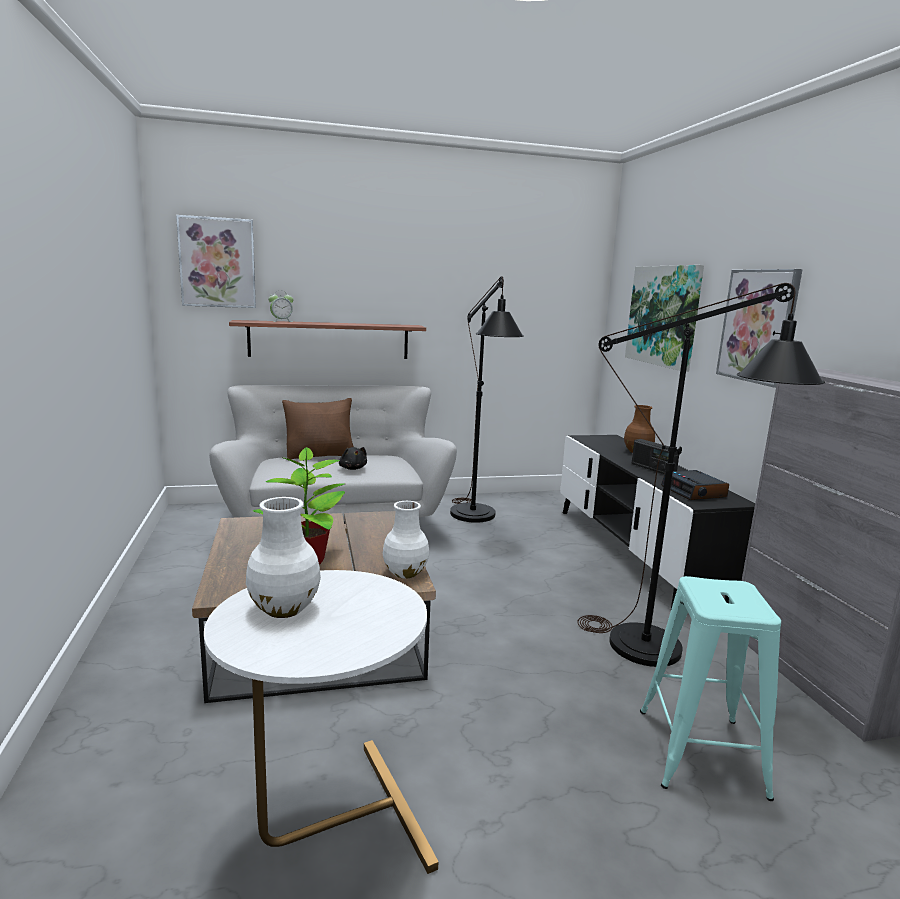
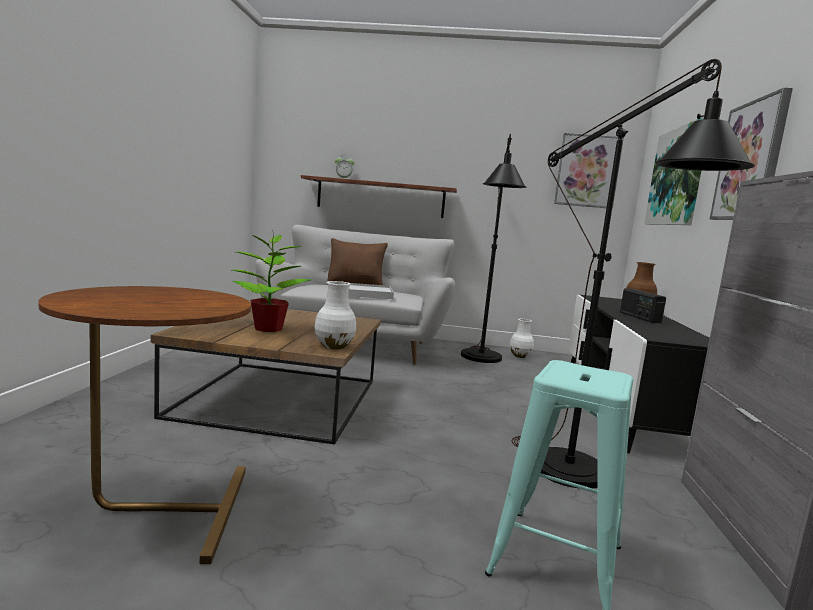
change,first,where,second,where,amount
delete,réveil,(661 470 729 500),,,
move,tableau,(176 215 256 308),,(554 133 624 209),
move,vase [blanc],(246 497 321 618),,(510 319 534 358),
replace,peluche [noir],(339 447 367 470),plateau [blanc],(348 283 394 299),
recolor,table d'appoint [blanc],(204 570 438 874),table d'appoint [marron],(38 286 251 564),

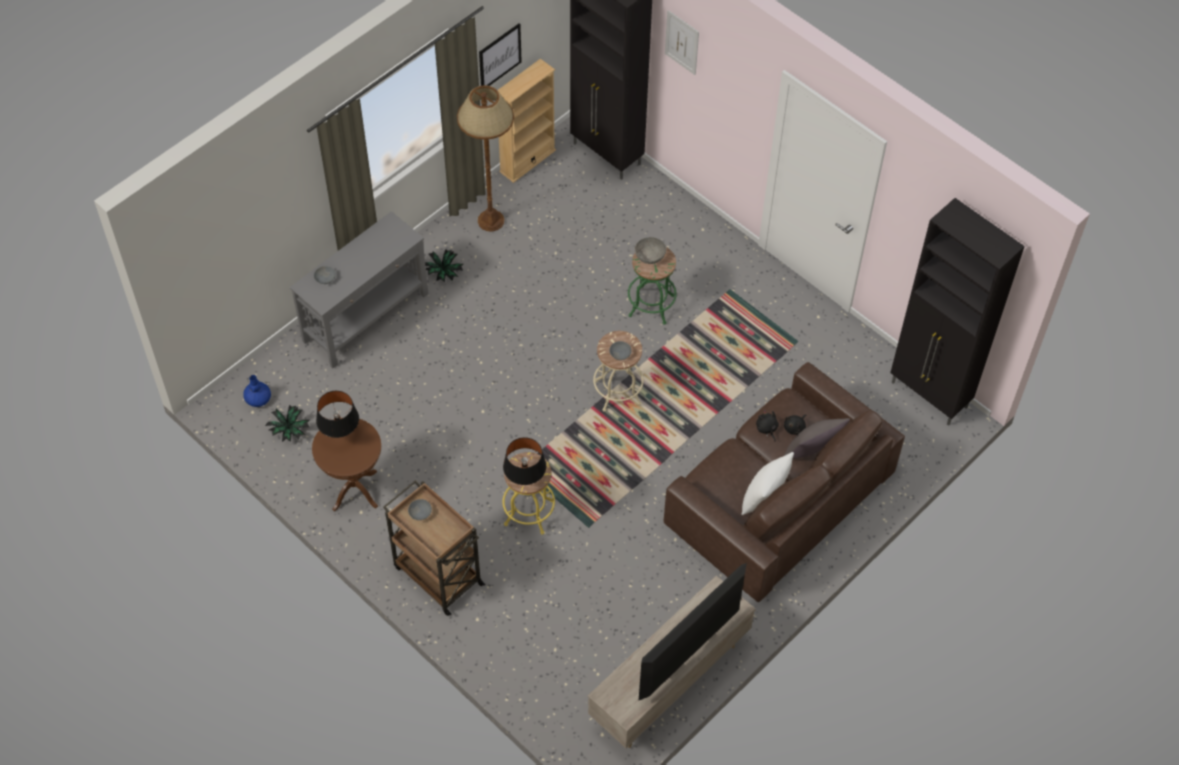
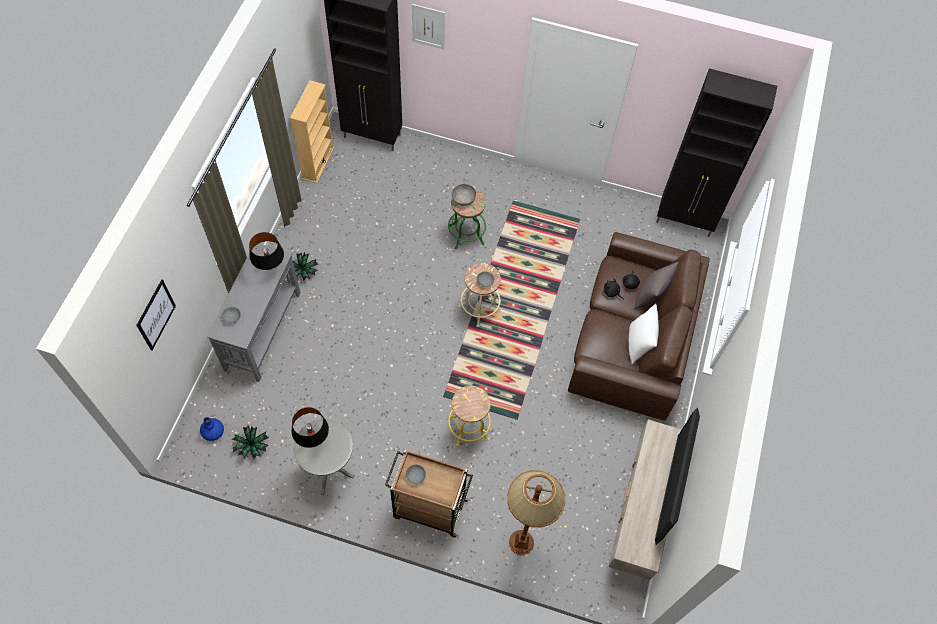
change,first,where,second,where,amount
move,lampadaire [marron],(457 85 514 231),,(507 470 565 555),
move,tableau,(479 23 522 86),,(136 279 176 350),
move,lampe de table [noir],(503 437 546 485),,(249 232 284 270),
recolor,table d'appoint [marron],(312 418 381 511),table d'appoint [gris],(293 419 355 495),

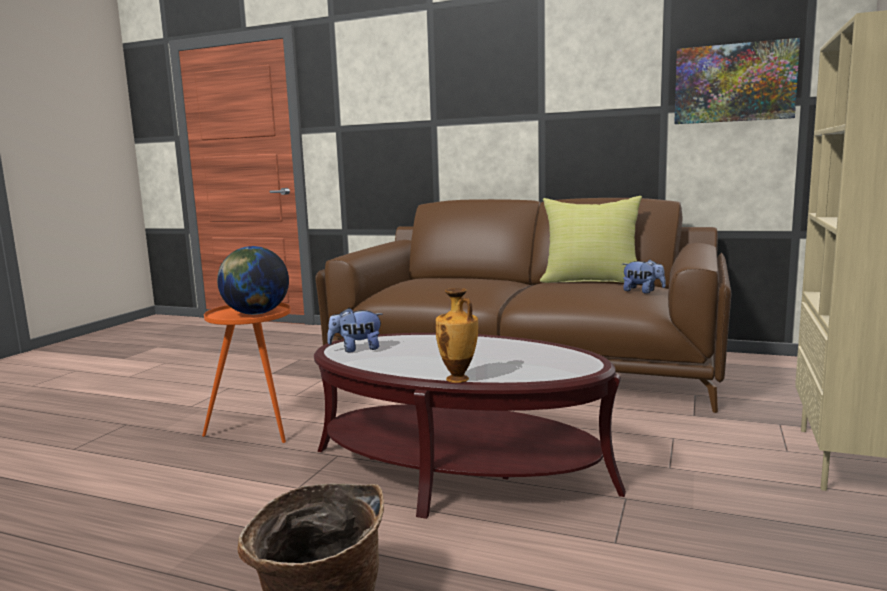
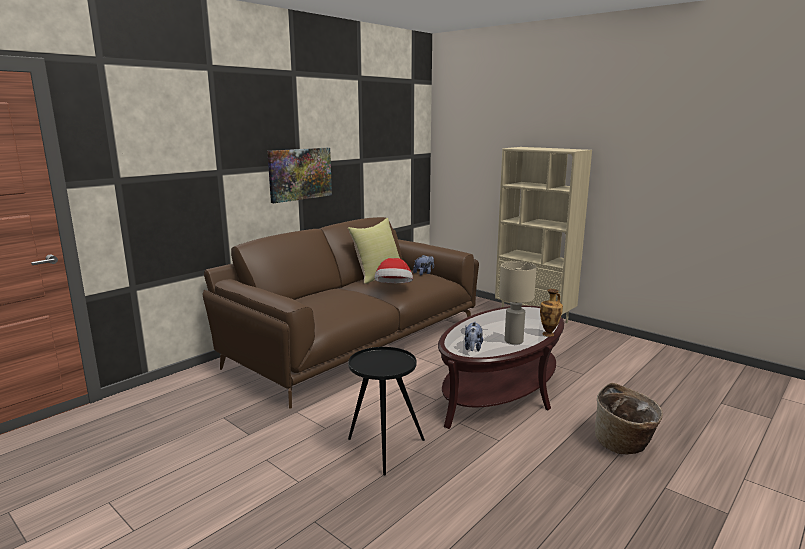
change,first,where,second,where,amount
delete,globe,(217 246 289 315),,,
insert,,,chapeau,(374 258 413 283),
insert,,,lampe de table [beige],(499 261 537 345),
move,tableau,(674 38 800 124),,(267 148 332 203),
recolor,table d'appoint [orange],(202 303 291 443),table d'appoint [noir],(348 347 425 475),

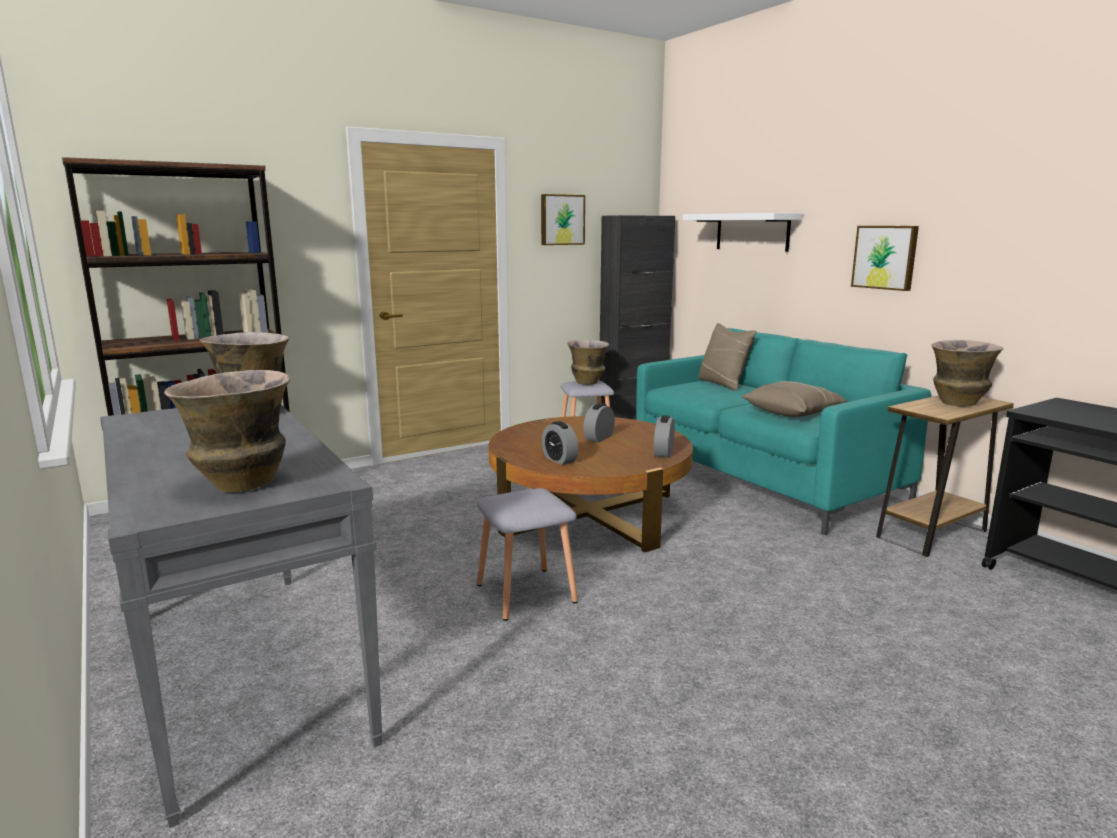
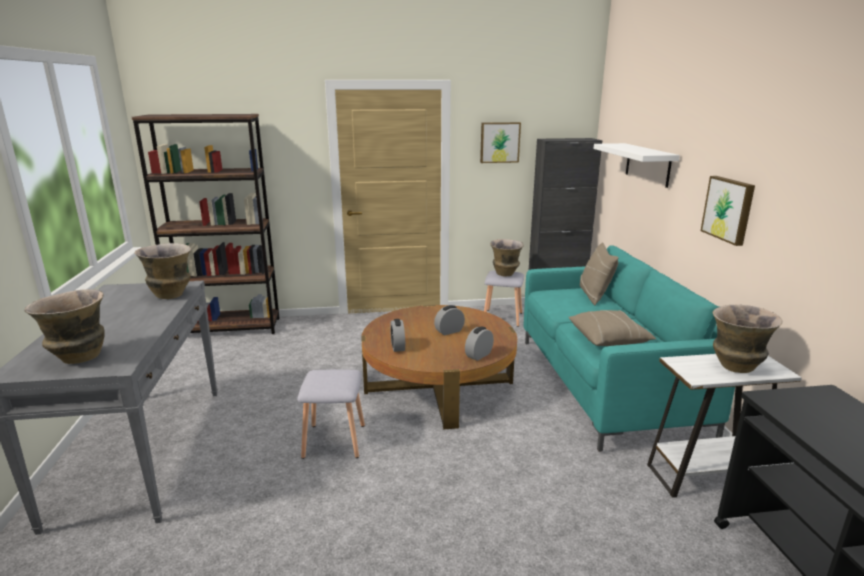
change,first,where,second,where,amount
recolor,table d'appoint [marron],(876 395 1014 557),table d'appoint [blanc],(647 354 802 498),

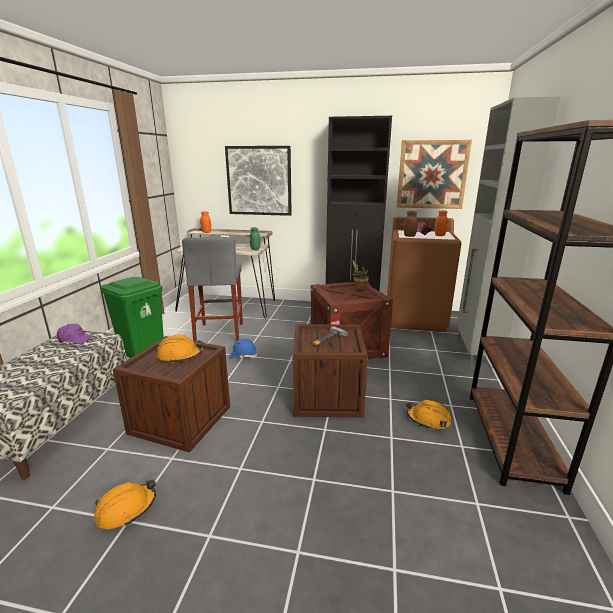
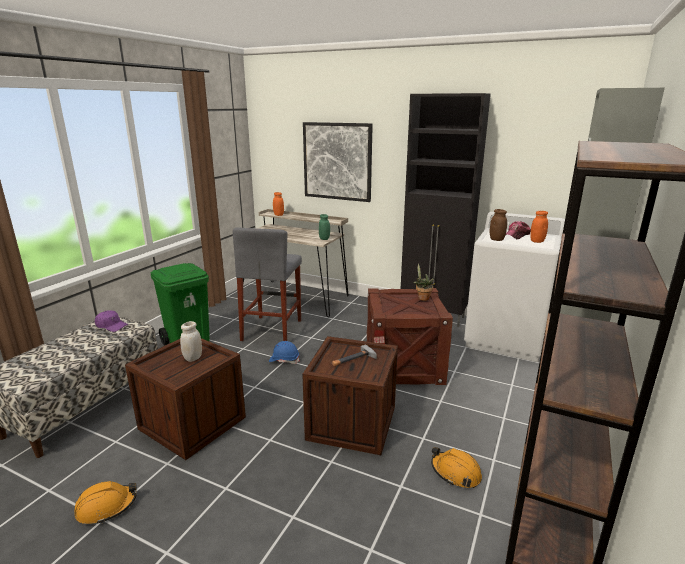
change,first,where,second,where,amount
delete,tableau,(397 140 472 209),,,
replace,casque de chantier [orange],(156 335 203 363),bocal [blanc],(180 321 202 362),
recolor,lave-linge [marron],(387 217 462 332),lave-linge [blanc],(464 212 565 362),

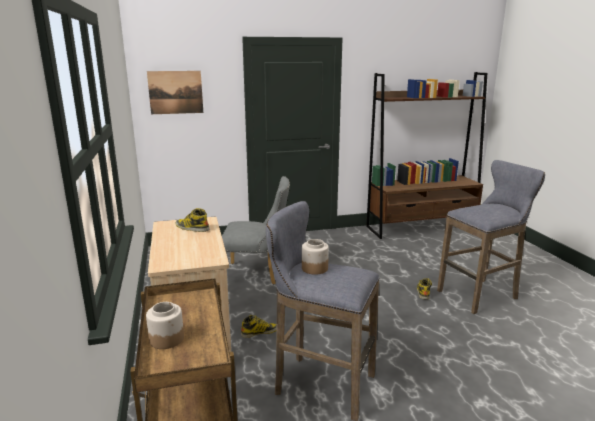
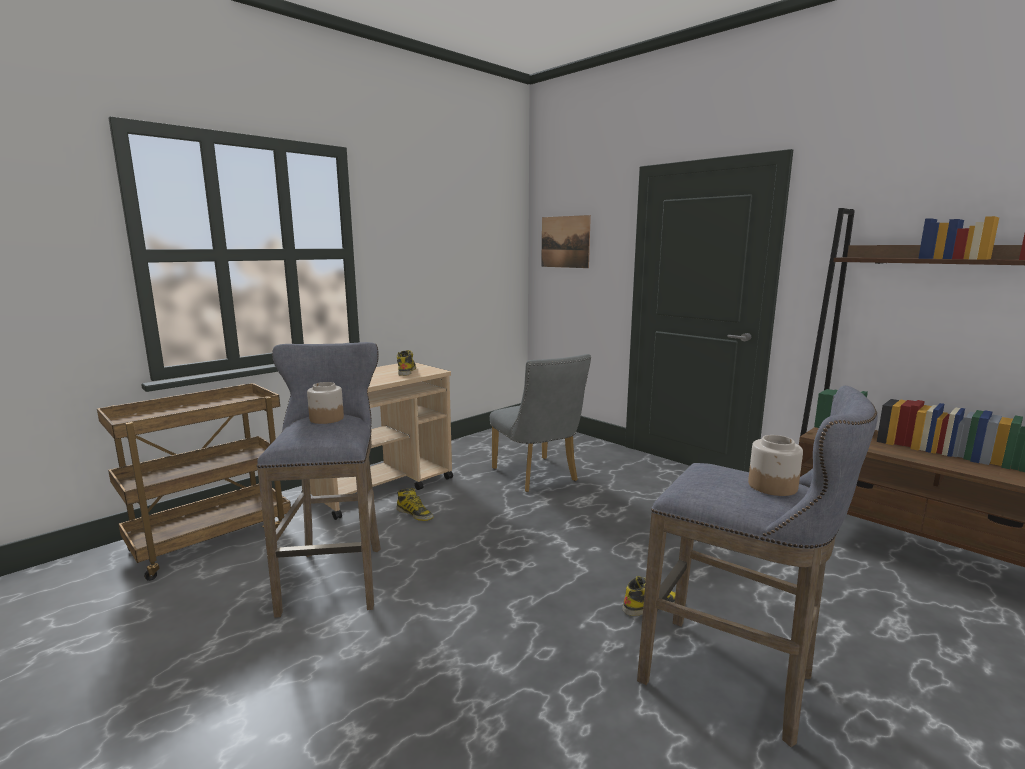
change,first,where,second,where,amount
move,bocal,(146 302 184 349),,(748 435 803 496),

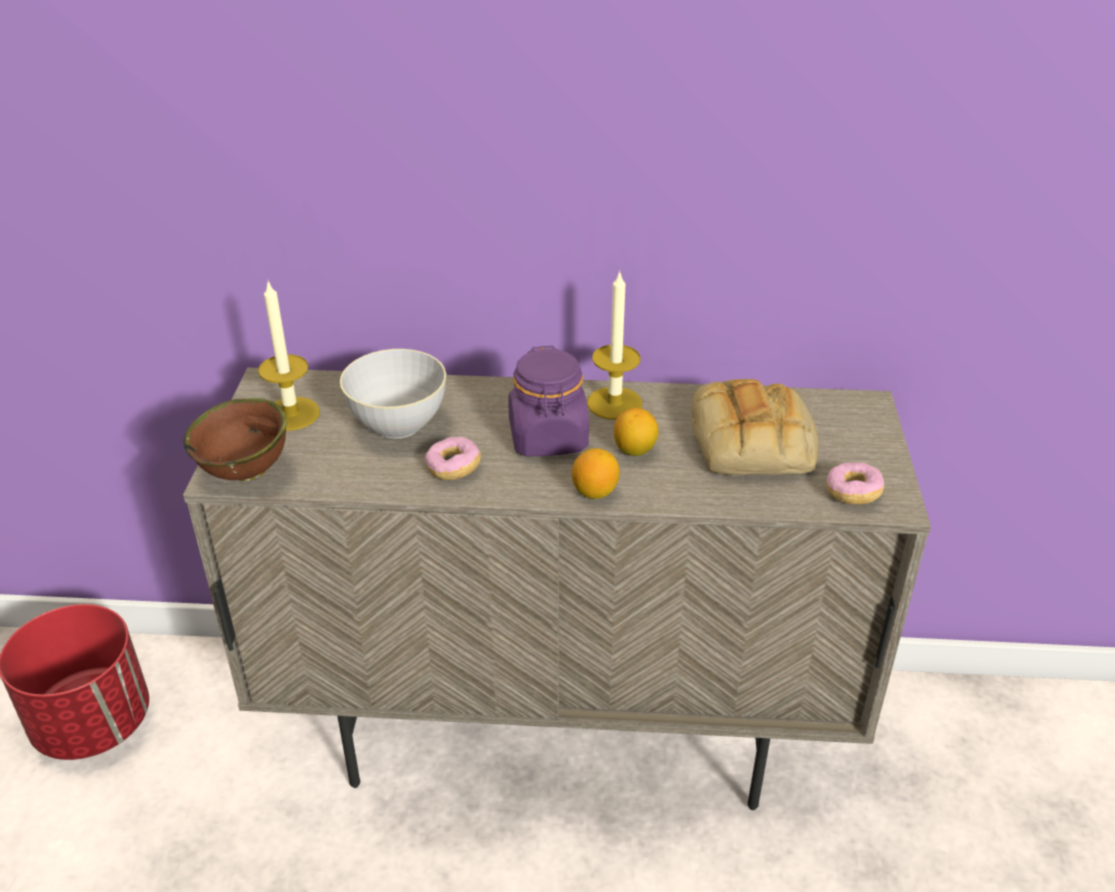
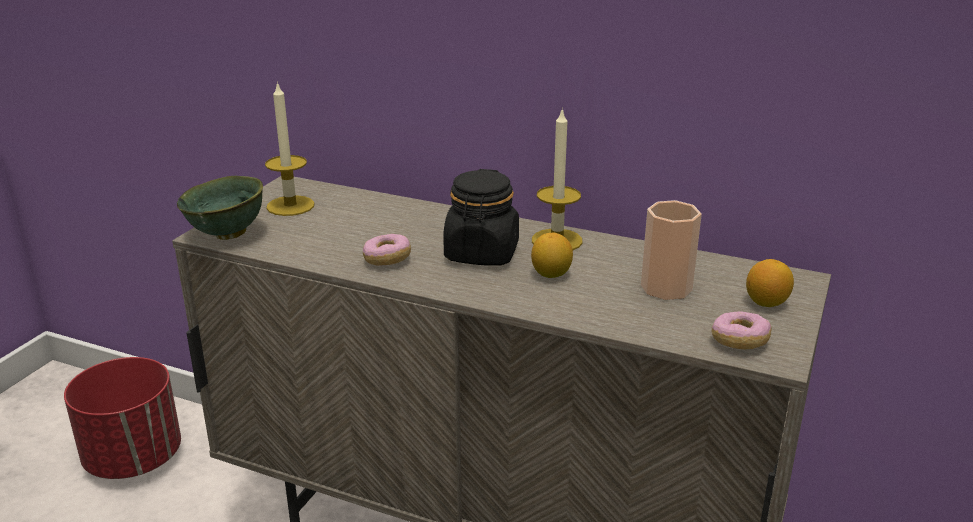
change,first,where,second,where,amount
delete,bol [gris],(340 349 446 438),,,
move,citron,(572 448 620 499),,(746 259 794 307),
replace,pain,(691 379 818 475),tasse,(641 200 702 300),
recolor,bol [marron],(183 398 287 481),bol [vert],(177 176 263 240),
recolor,bocal [violet],(508 346 589 456),bocal [noir],(443 169 519 266),

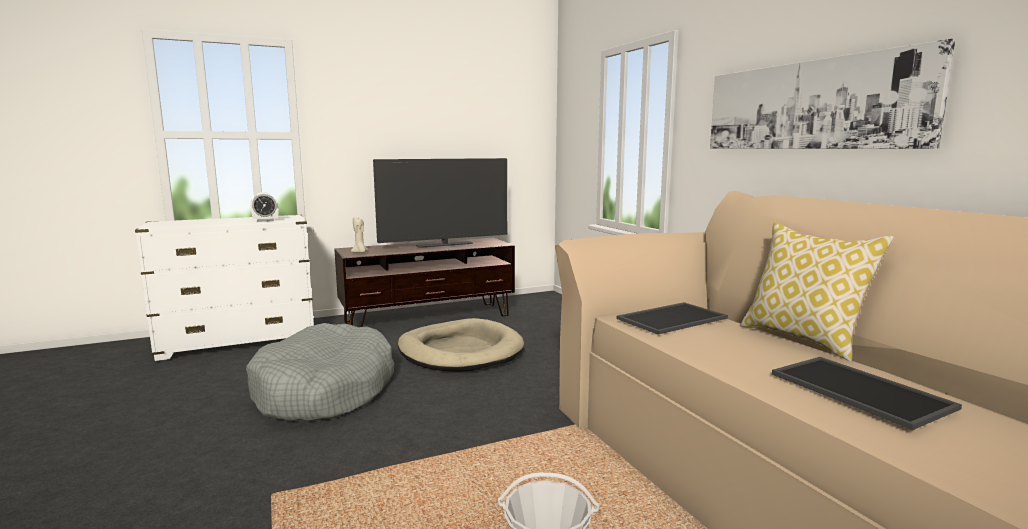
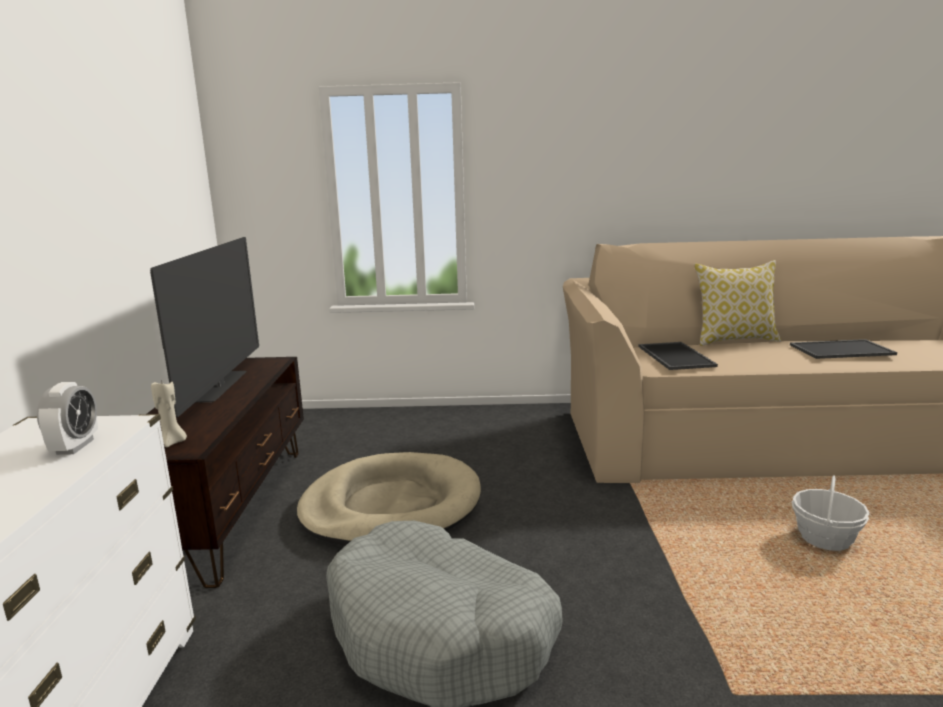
change,first,where,second,where,amount
delete,tableau,(710 38 956 149),,,

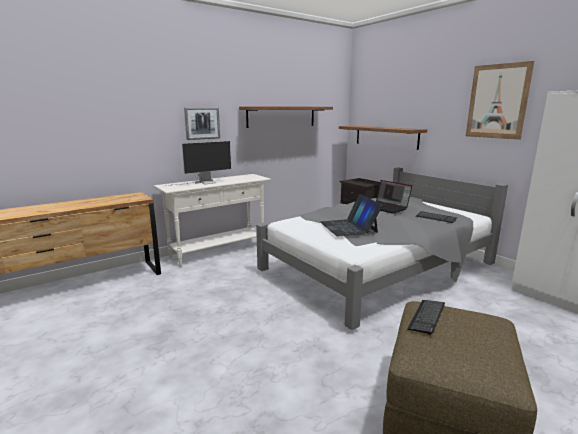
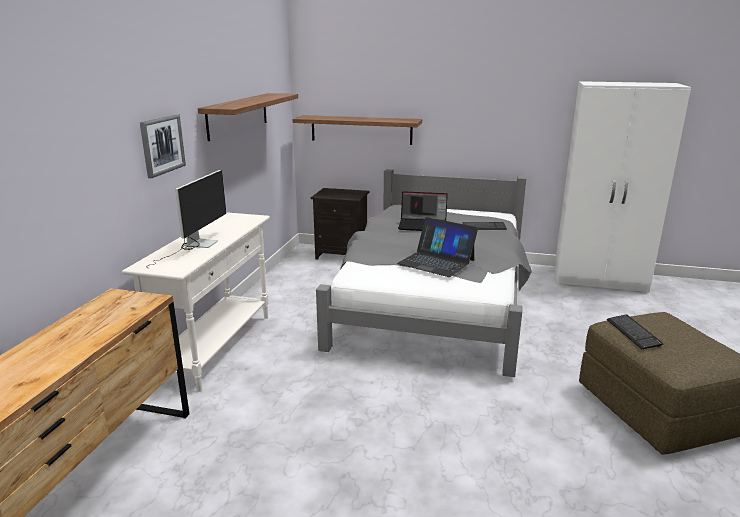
change,first,where,second,where,amount
delete,tableau,(466 61 534 140),,,

